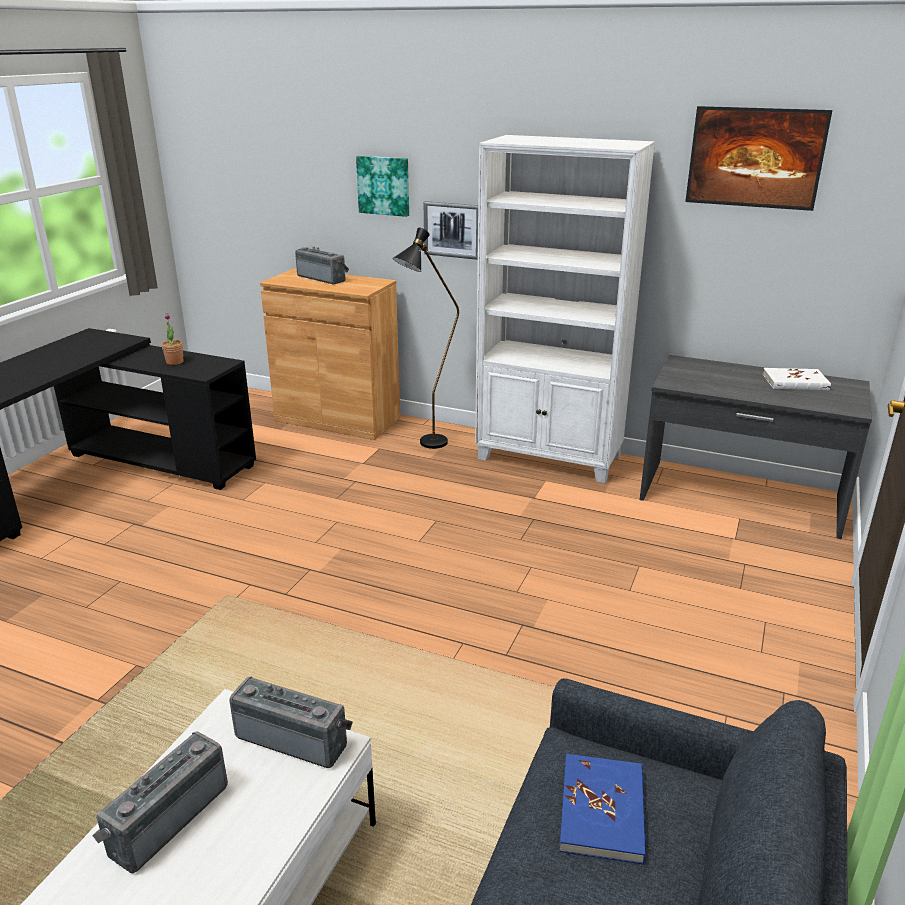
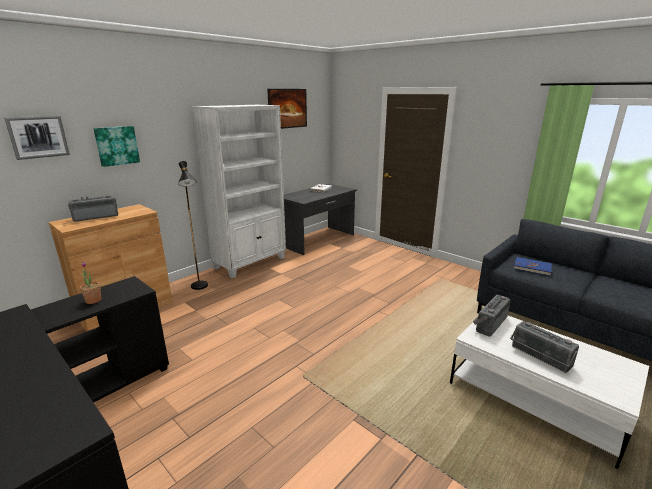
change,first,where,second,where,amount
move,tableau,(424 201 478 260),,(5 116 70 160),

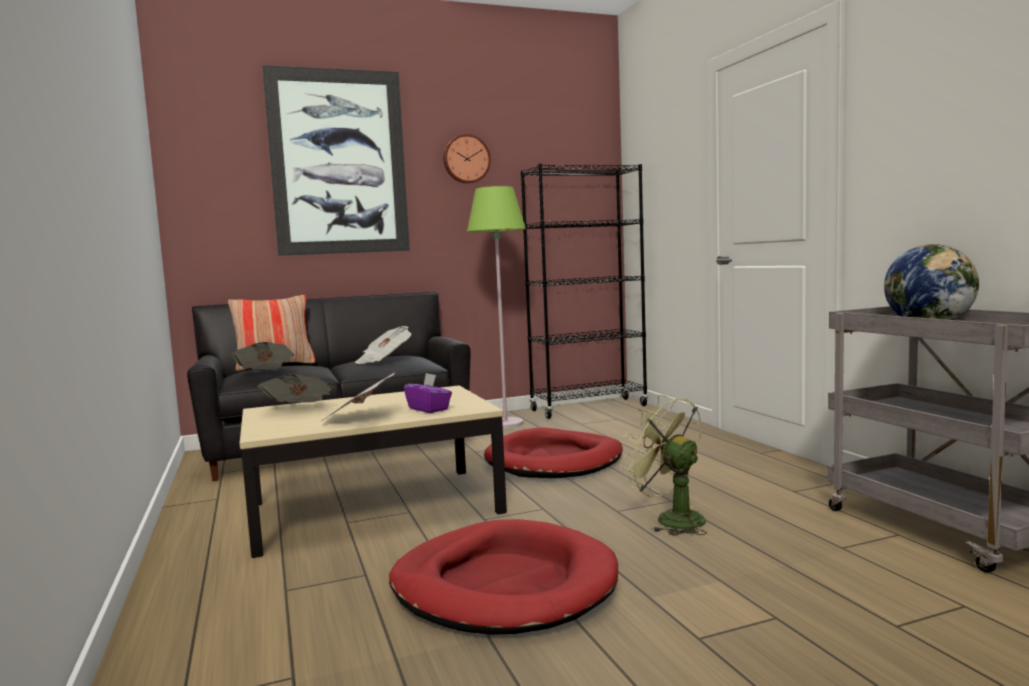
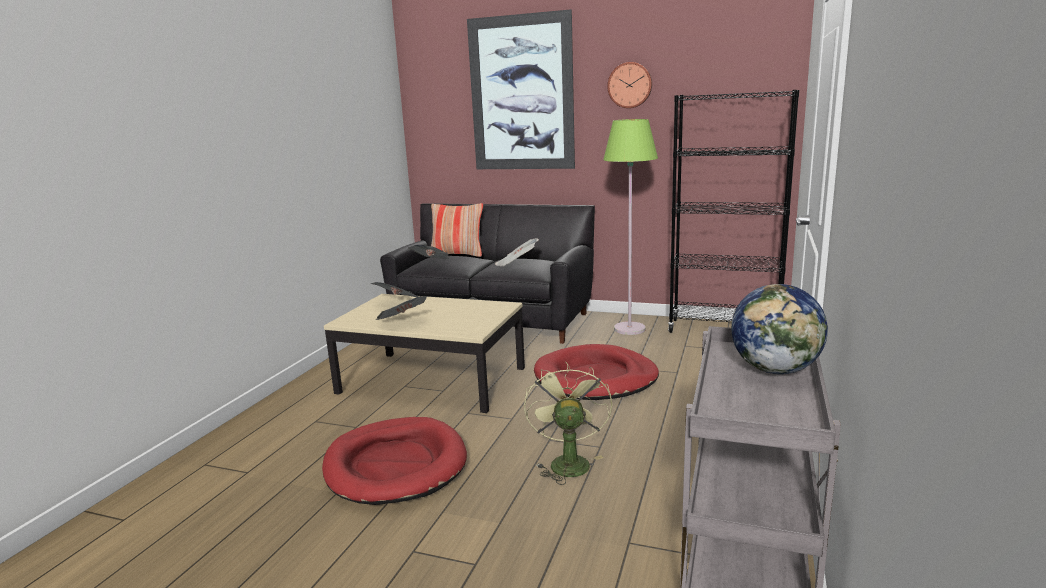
change,first,where,second,where,amount
delete,boîte à mouchoirs [violet],(404 373 452 413),,,

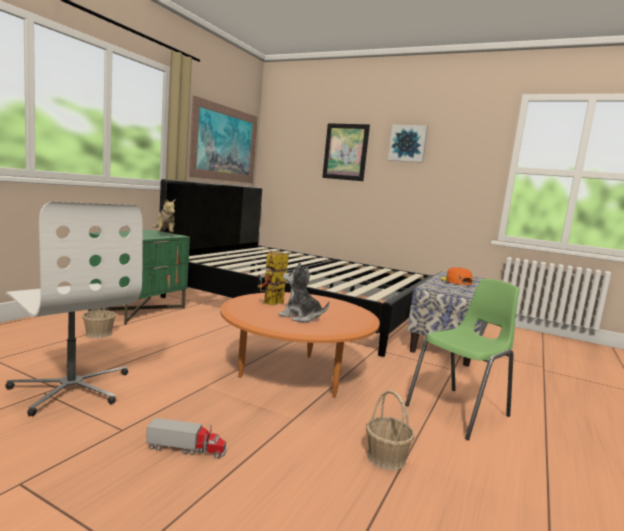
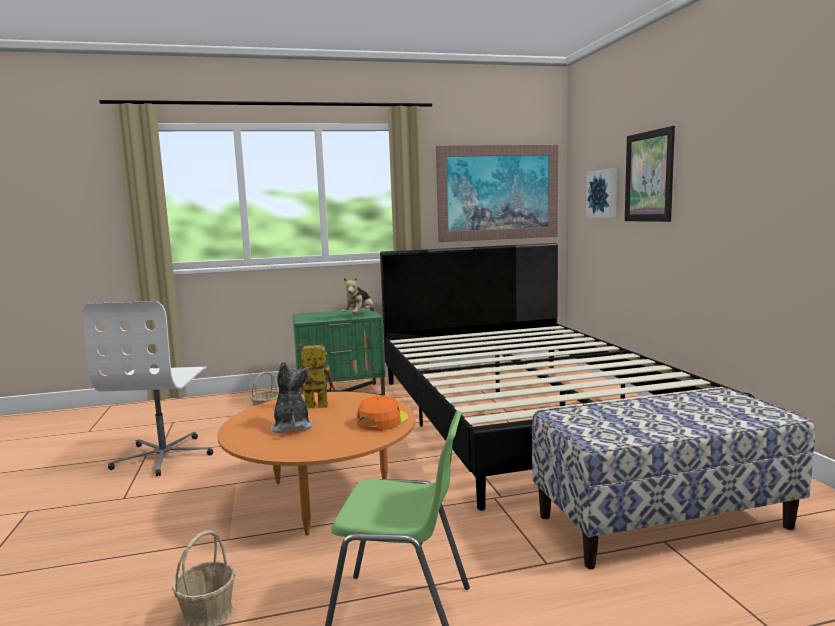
change,first,where,second,where,amount
delete,camion jouet,(146 418 227 458),,,
move,tableau,(388 125 428 163),,(586 168 617 218),
move,casquette [orange],(440 267 473 285),,(357 395 408 431),

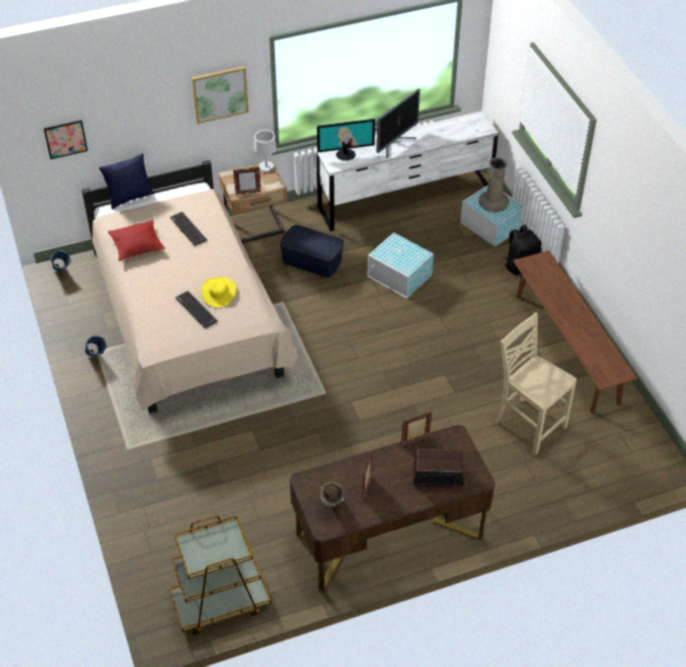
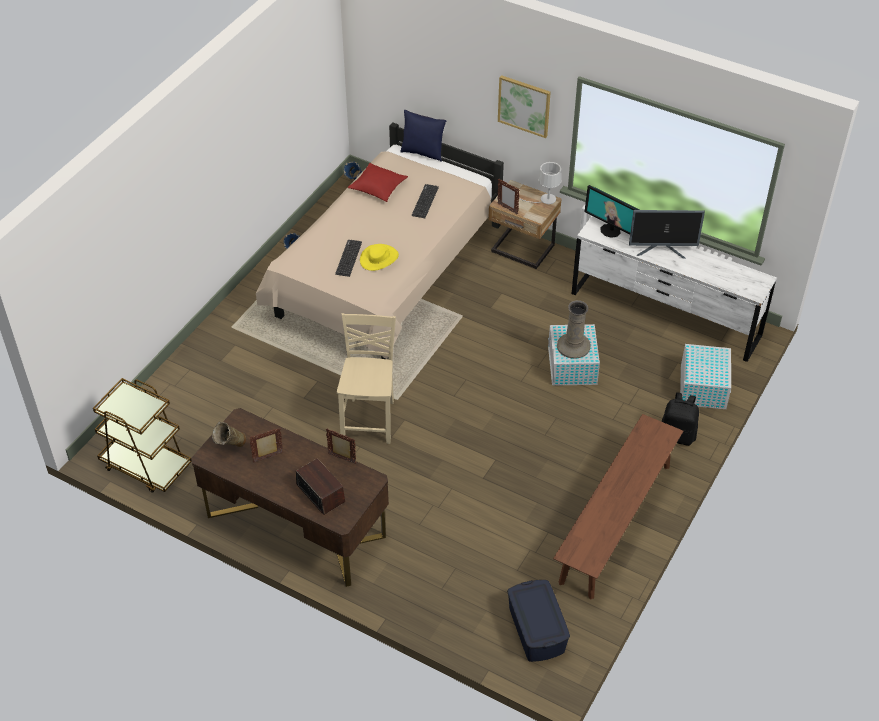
change,first,where,second,where,amount
delete,tableau,(44 120 88 159),,,
move,boîte de rangement [bleu],(280 225 344 278),,(507 580 570 662),
move,vase [beige],(479 157 509 212),,(557 300 591 359),
move,chaise [beige],(495 312 577 456),,(337 313 396 444),

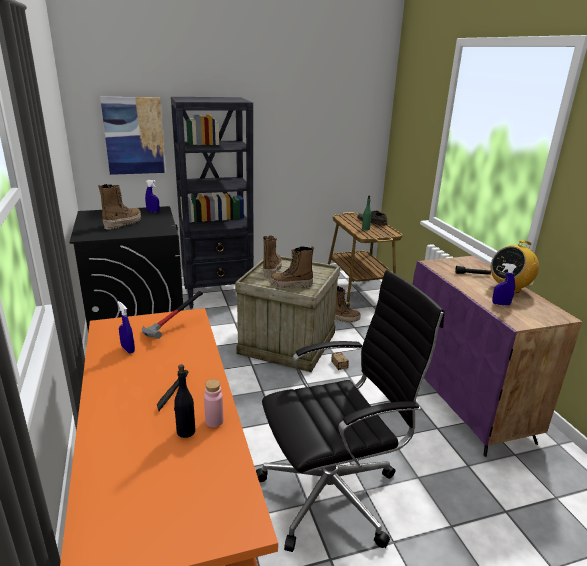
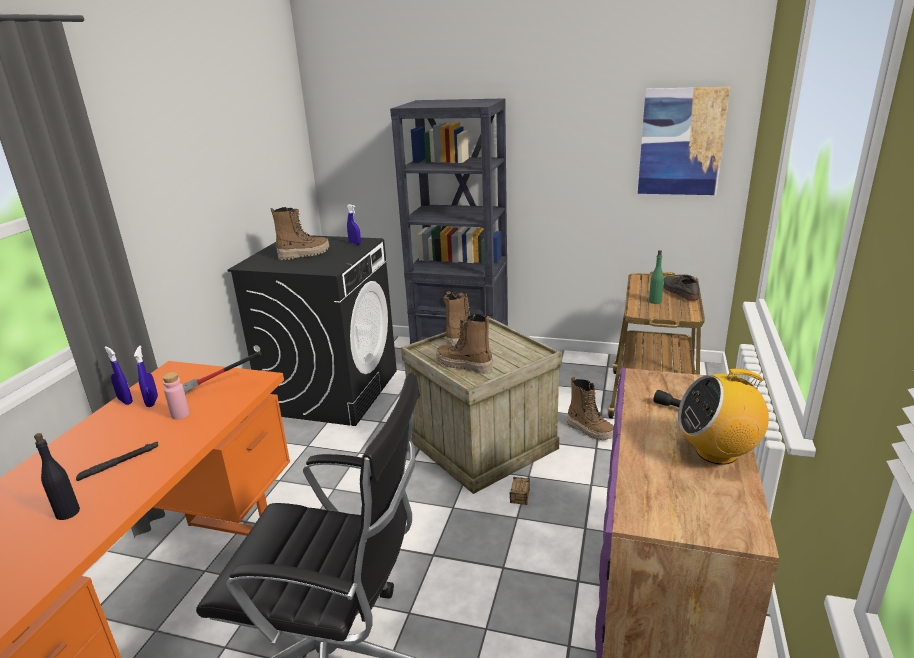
change,first,where,second,where,amount
move,tableau,(100 97 166 175),,(638 87 730 195),
move,bouteille [rose],(204 379 223 427),,(162 372 190 419),
move,vaporisateur [bleu],(492 263 516 306),,(104 346 133 405),

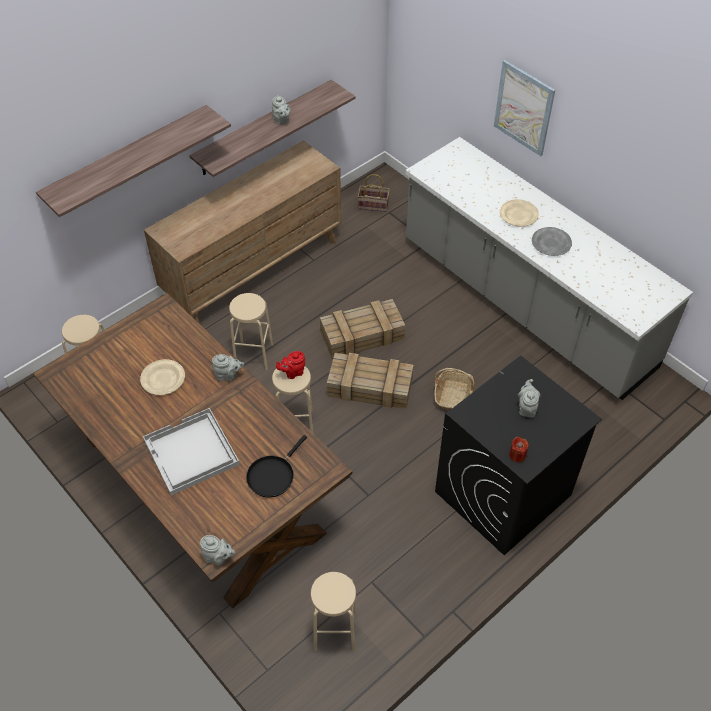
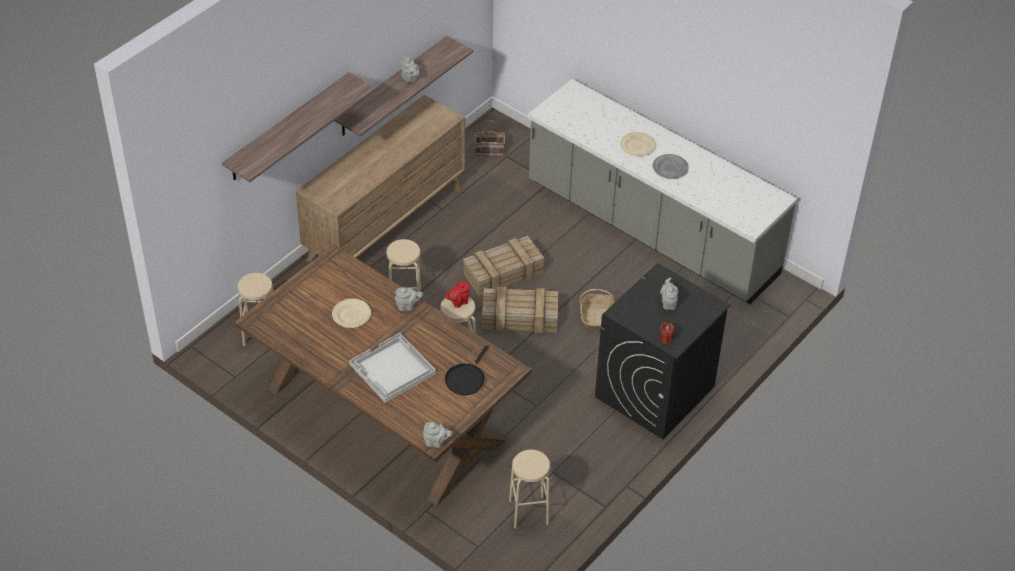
change,first,where,second,where,amount
delete,tableau,(494 60 555 156),,,

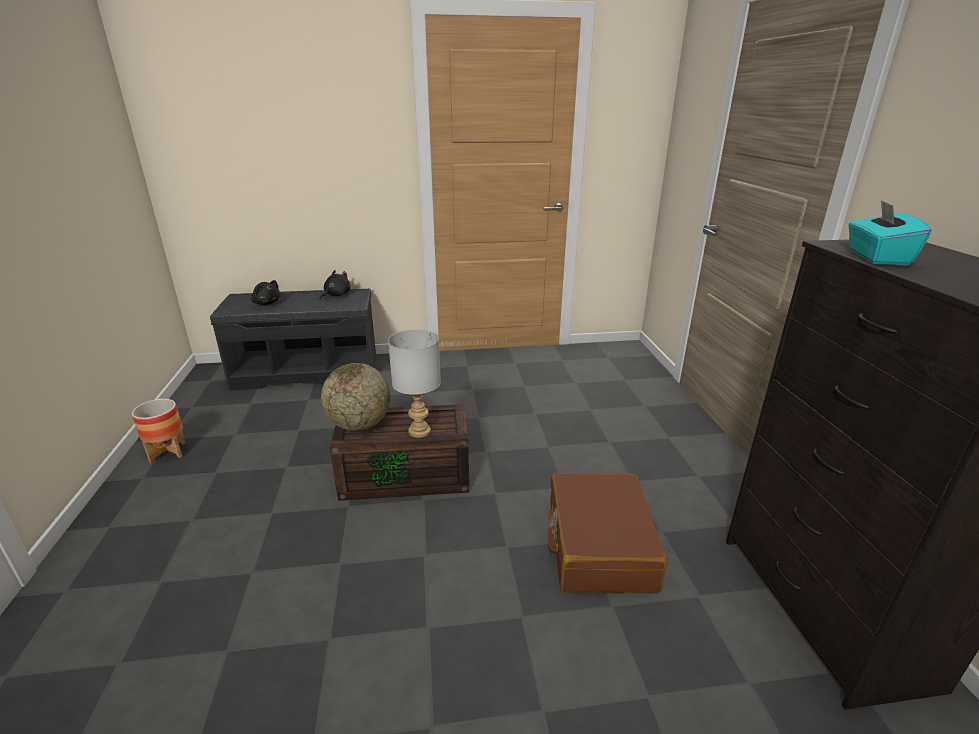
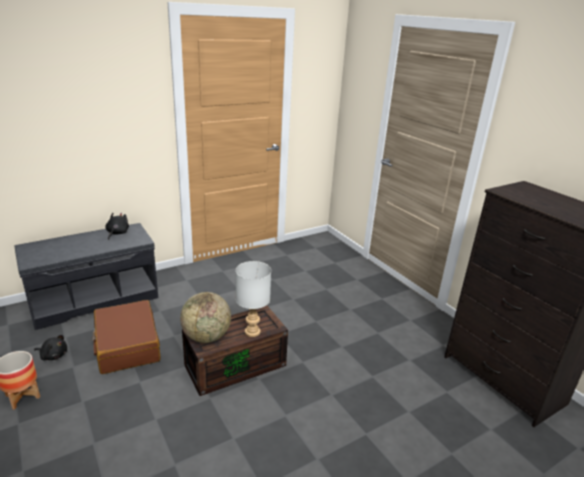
change,first,where,second,where,amount
delete,boîte à mouchoirs [turquoise],(848 200 932 266),,,
move,peluche [noir],(251 280 281 305),,(34 335 67 361),
move,valise [marron],(548 473 668 594),,(92 300 161 374),

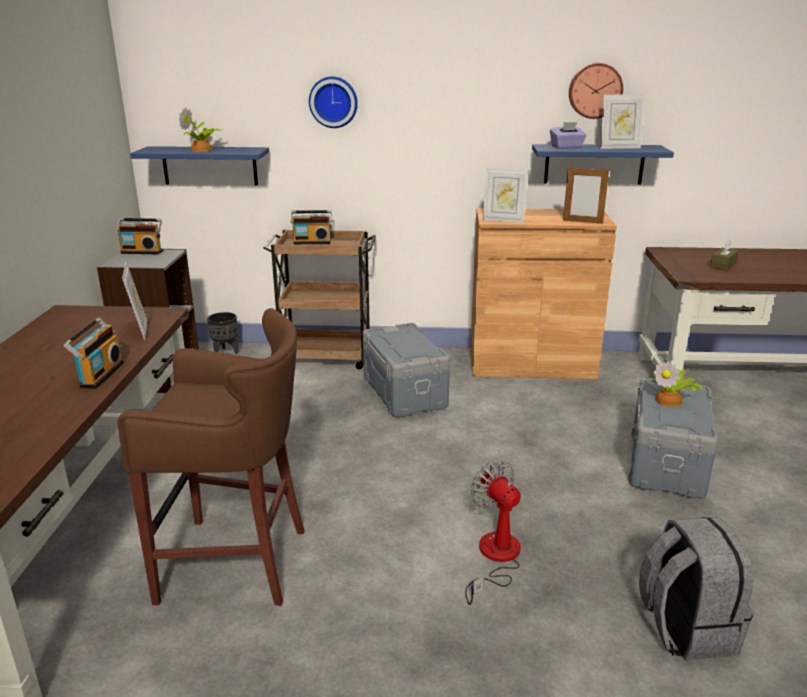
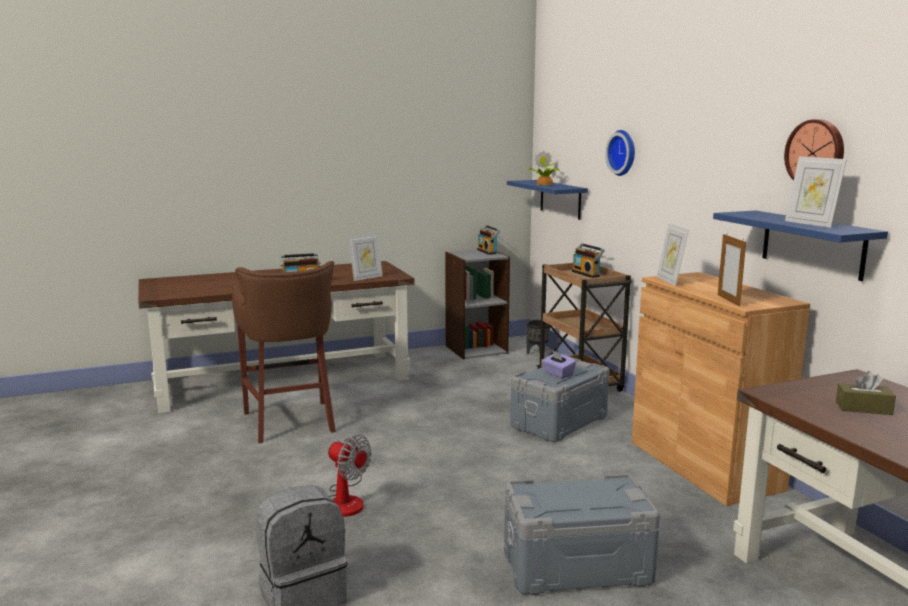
change,first,where,second,where,amount
delete,plante en pot,(646 361 703 407),,,
move,boîte à mouchoirs [violet],(550 122 587 149),,(542 350 576 379),
rotate,ventilateur,(465 460 521 605),,(328 435 372 517),90 degrees clockwise

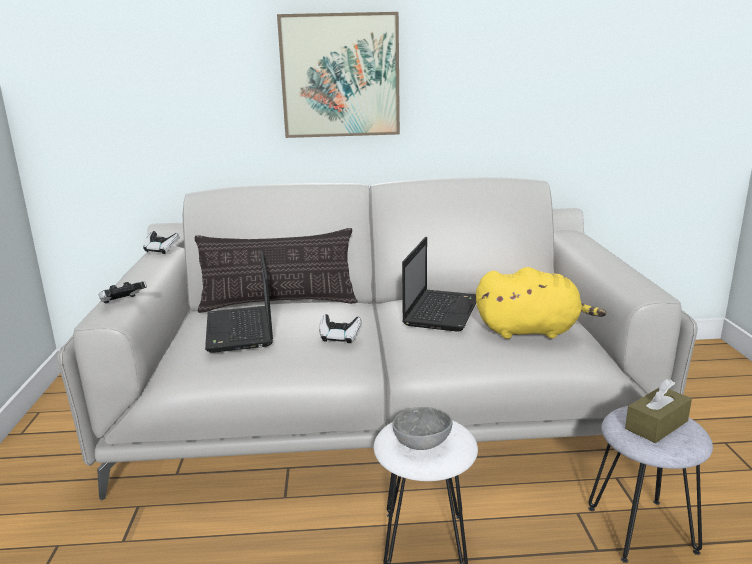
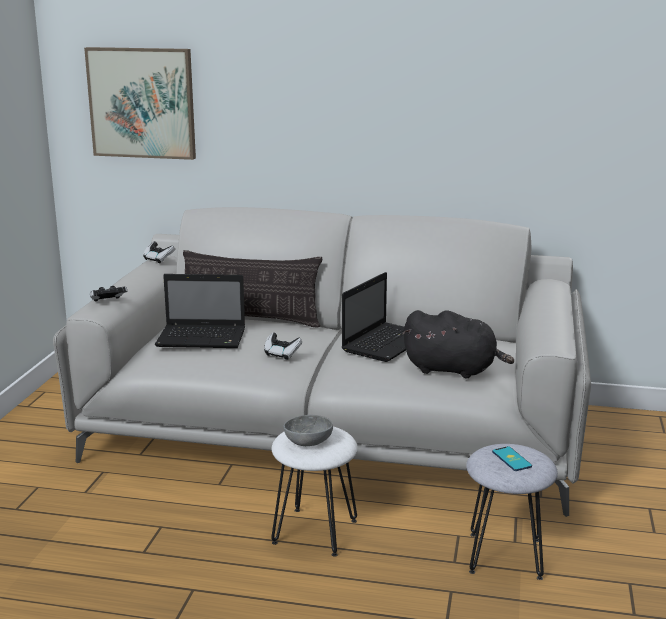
change,first,where,second,where,amount
move,tableau,(277 12 400 138),,(84 47 196 160),
replace,boîte à mouchoirs [marron],(625 379 692 443),téléphone,(492 446 532 471),
recolor,peluche [jaune],(476 267 606 339),peluche [noir],(403 310 514 379),
rotate,ordinateur portable,(205 250 273 353),,(155 274 245 348),90 degrees counterclockwise

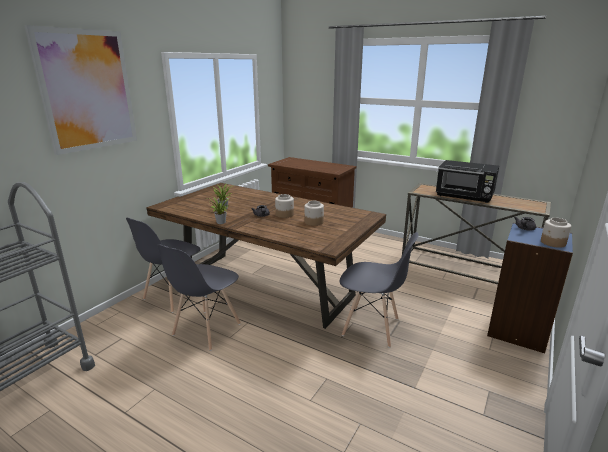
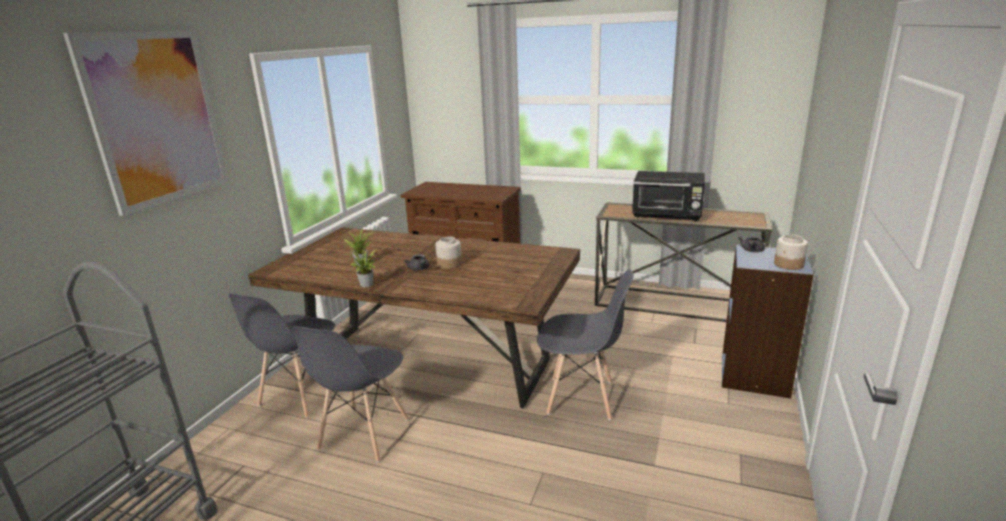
change,first,where,second,where,amount
delete,bocal,(304 201 324 226),,,

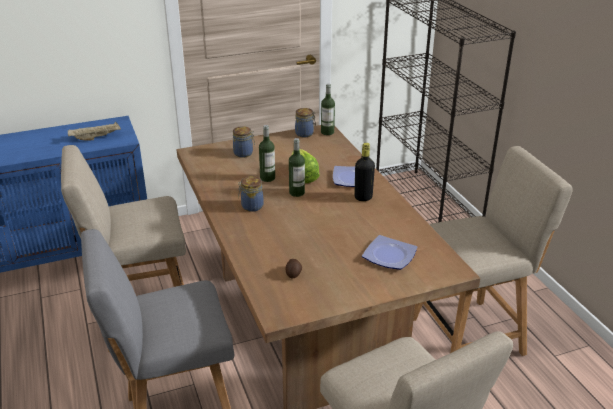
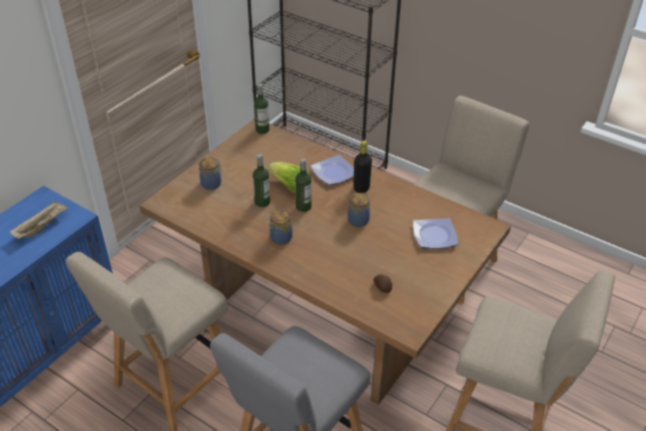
change,first,where,second,where,amount
move,bocal,(295 108 316 137),,(348 193 370 227),

